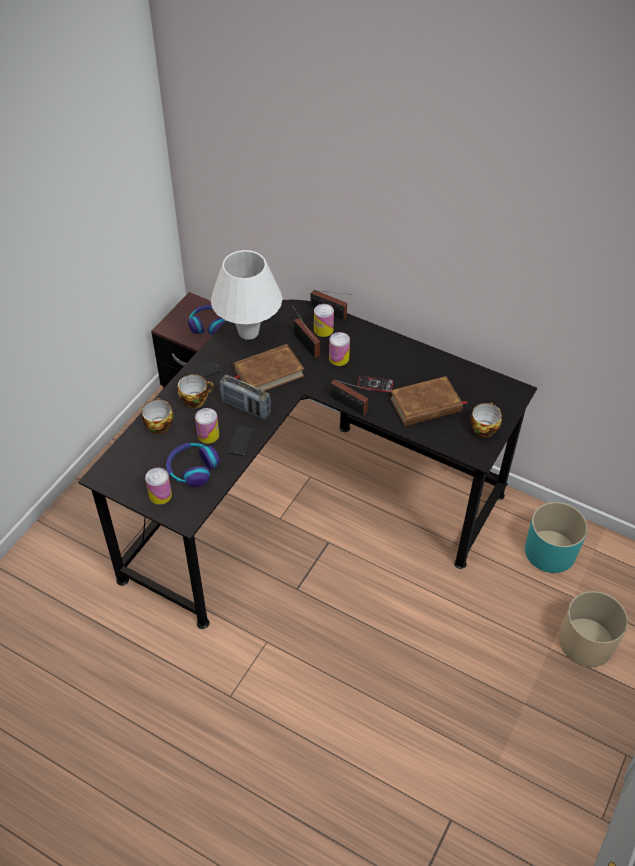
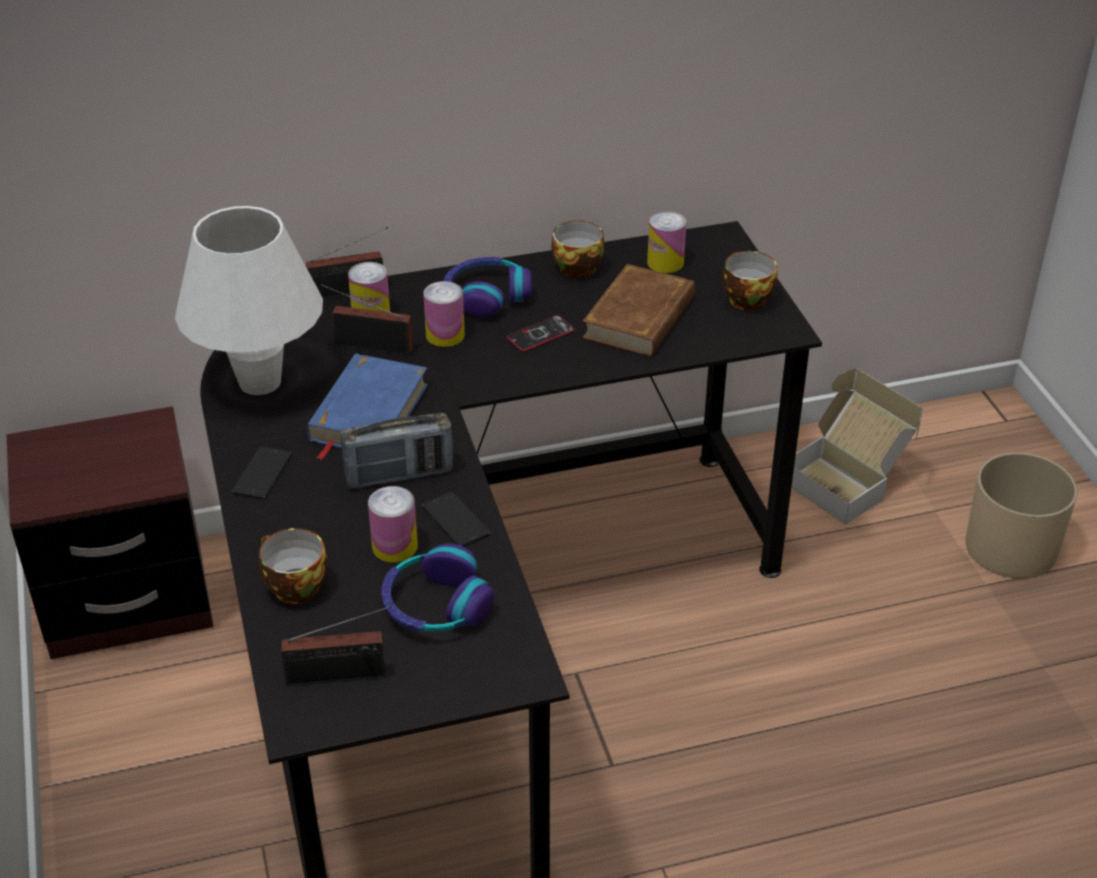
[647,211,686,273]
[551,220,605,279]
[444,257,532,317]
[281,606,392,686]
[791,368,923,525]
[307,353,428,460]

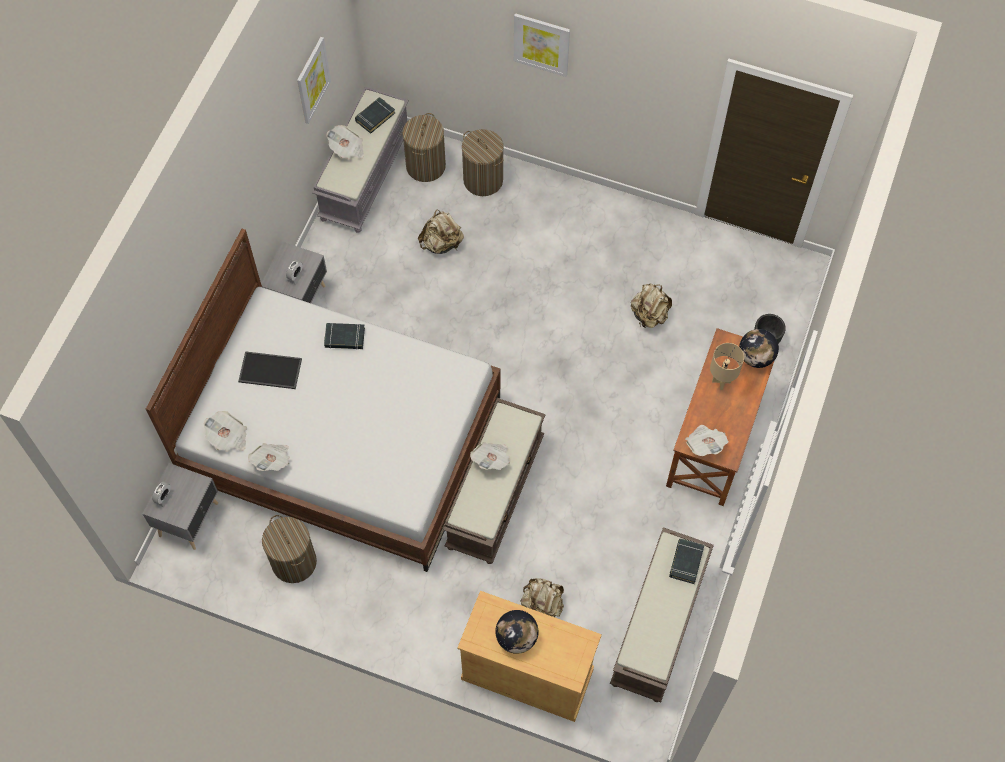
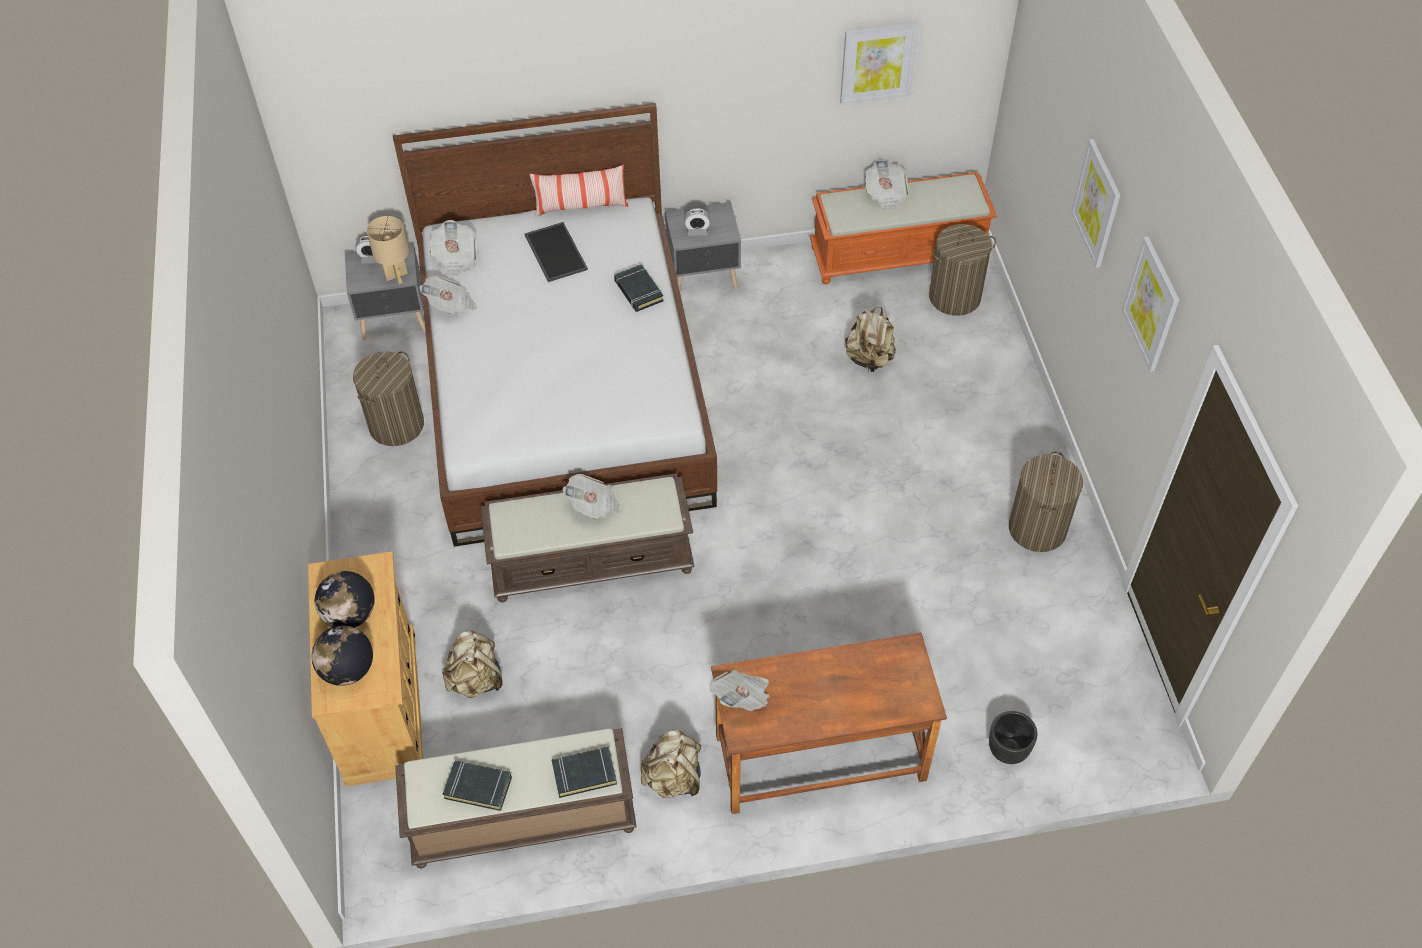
[530,164,628,217]
[1121,237,1179,372]
[443,761,512,811]
[1009,451,1083,552]
[641,729,701,798]
[367,216,409,284]
[311,625,373,686]
[809,172,997,284]

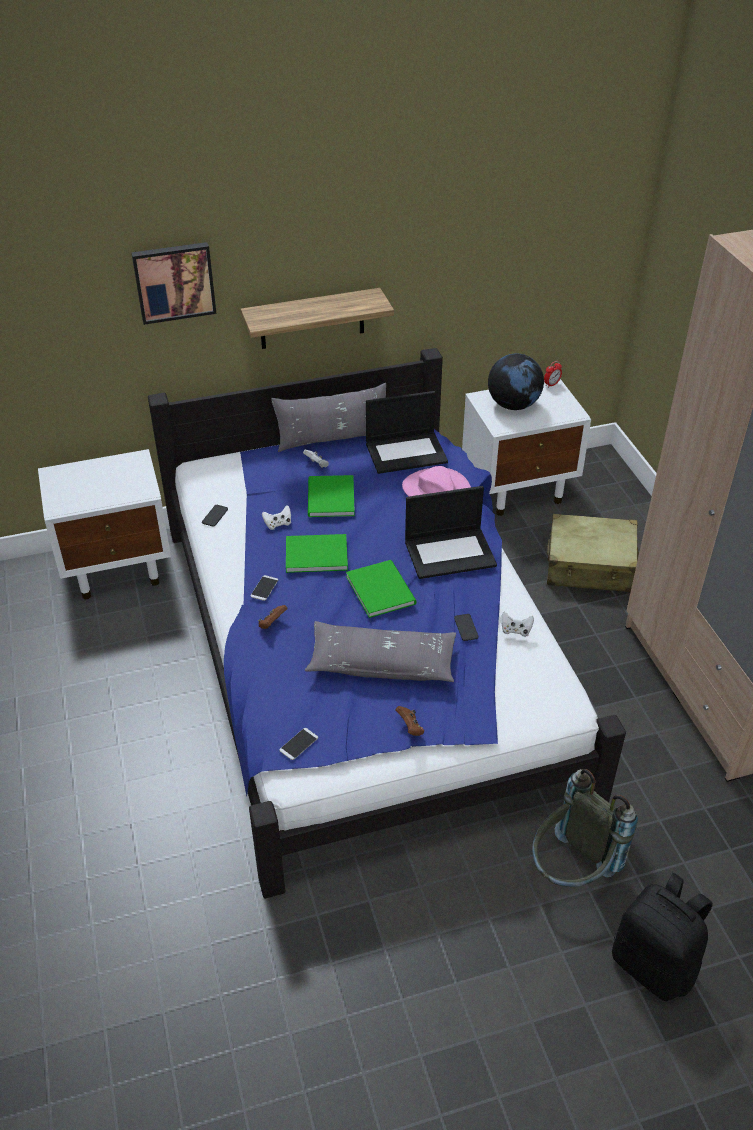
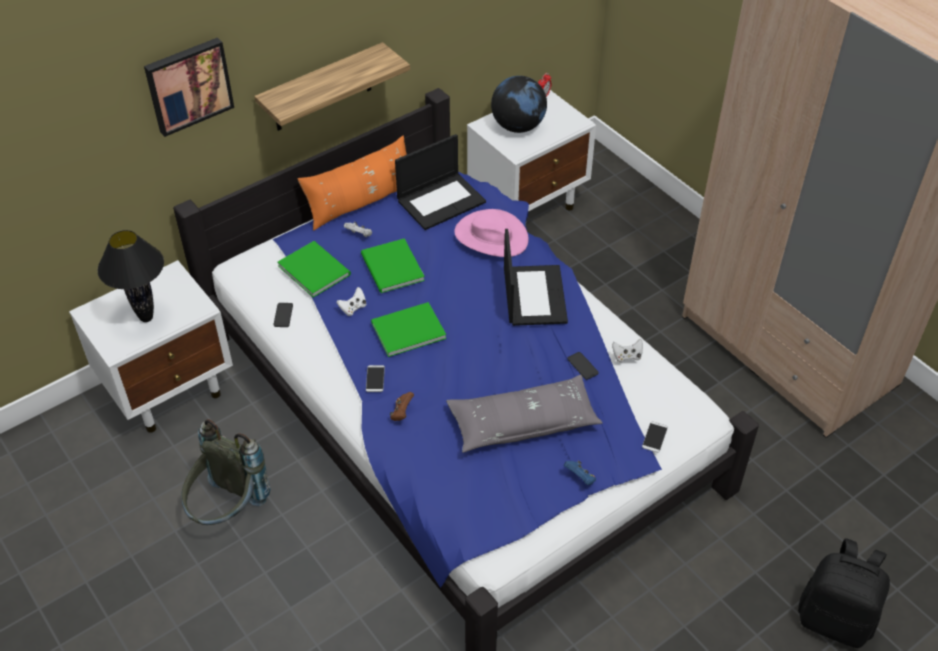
[547,514,639,592] (first image)
[98,230,164,322]
[642,421,668,453]
[278,241,351,297]
[181,419,271,525]
[298,136,407,231]
[564,461,596,485]
[504,229,568,326]

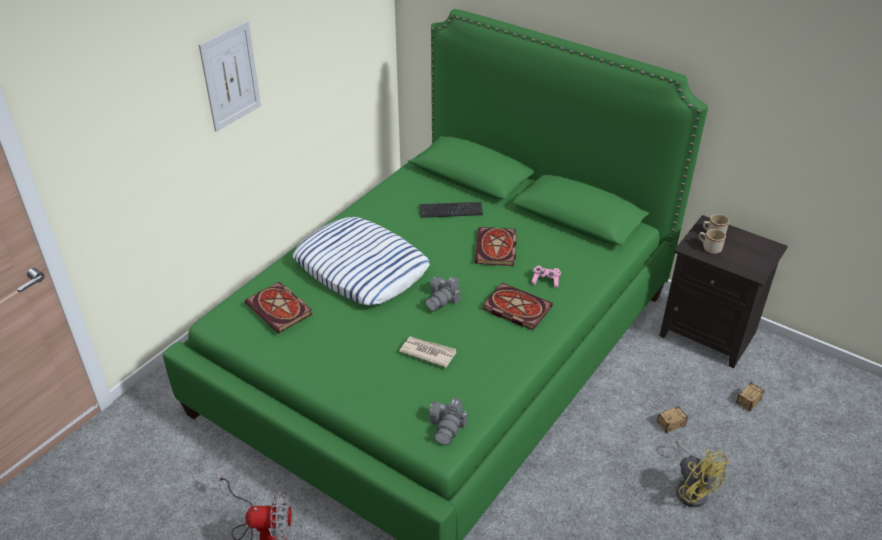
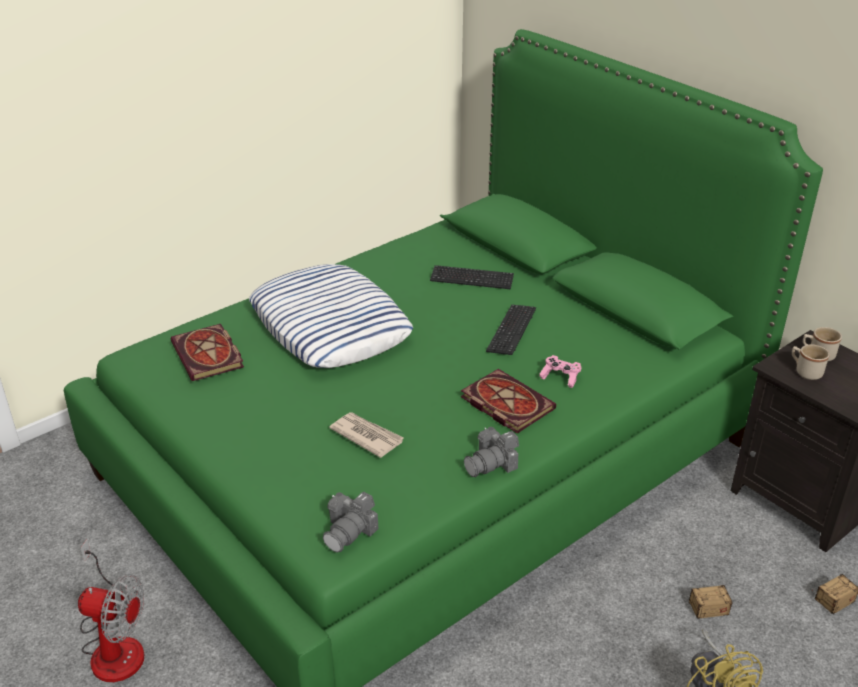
[199,21,261,132] (first image)
[464,427,519,477]
[486,305,536,355]

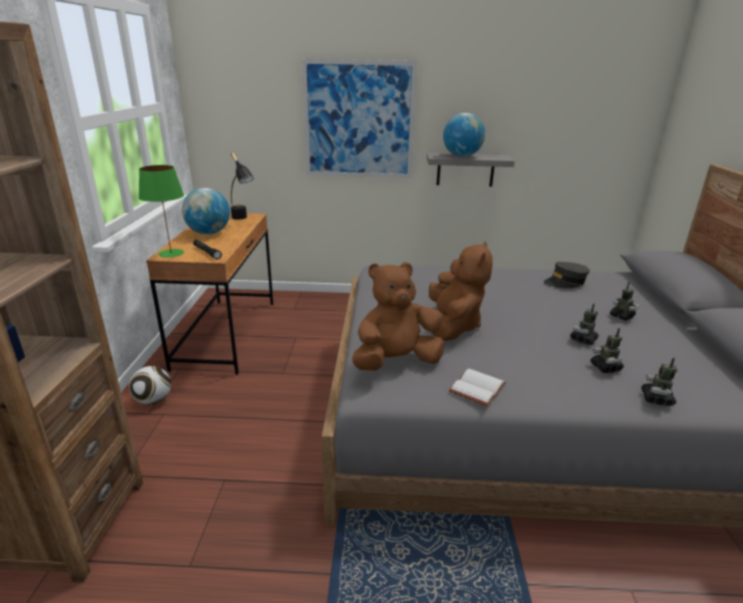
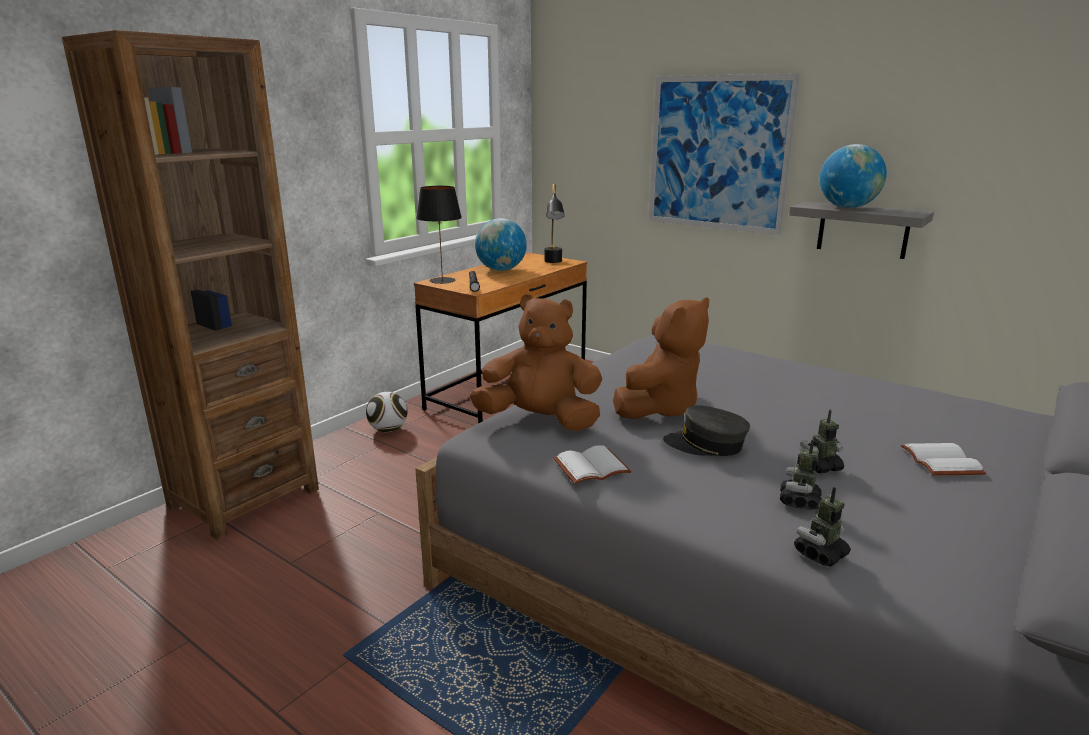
[663,405,750,456]
[901,443,987,475]
[416,186,462,284]

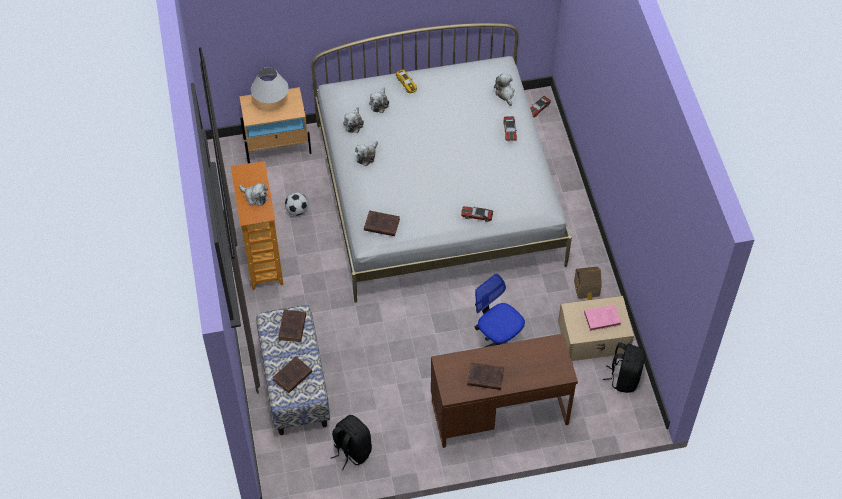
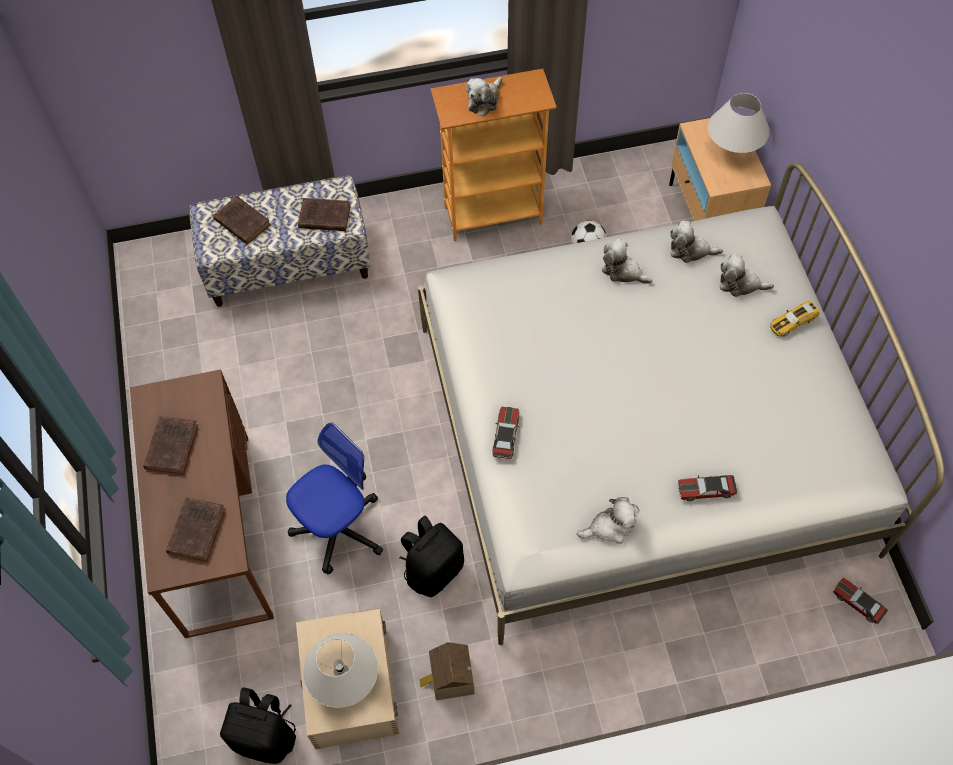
[400,516,464,597]
[166,497,226,562]
[577,497,640,544]
[303,633,378,708]

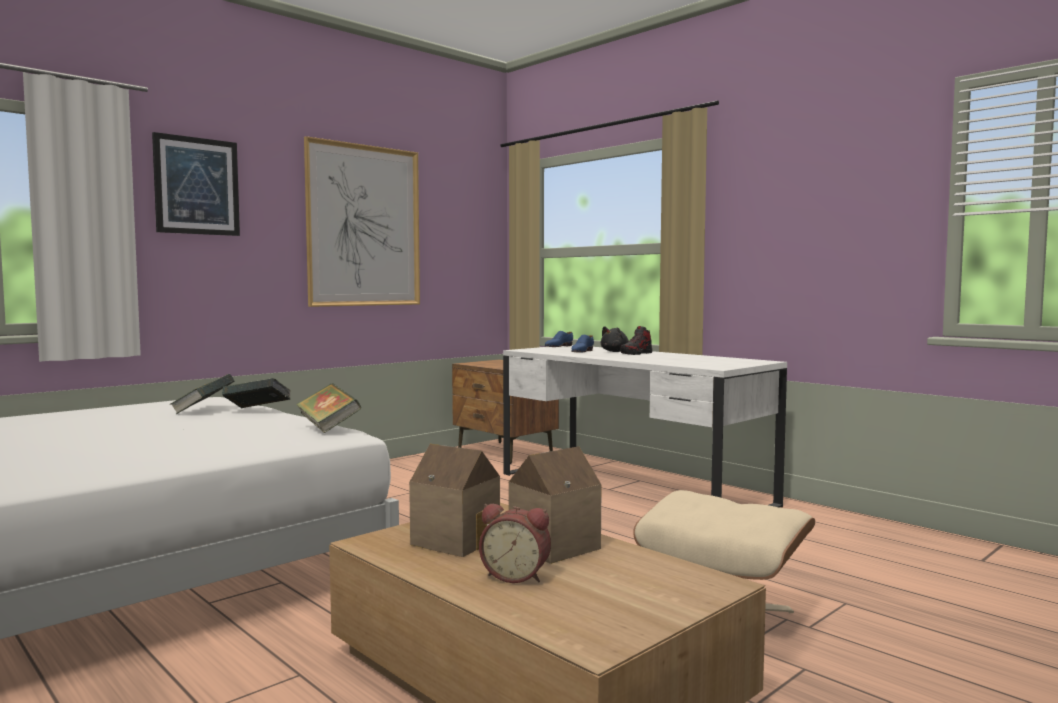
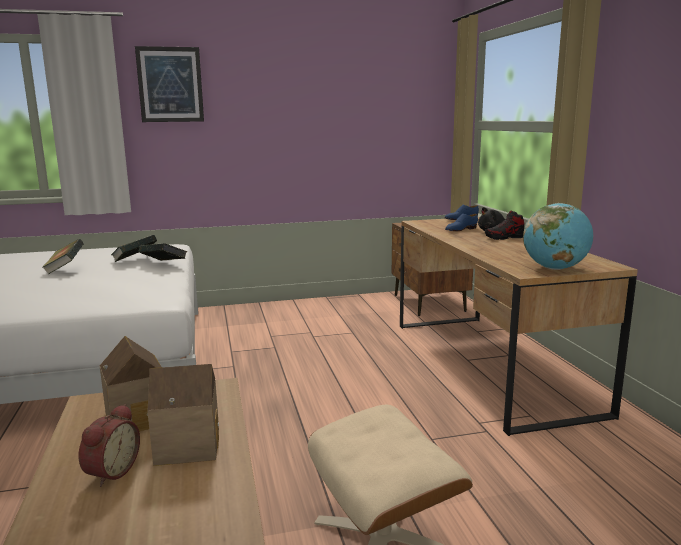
[304,136,420,307] (first image)
[523,203,593,270]
[42,239,84,275]
[400,217,638,436]
[79,404,140,487]

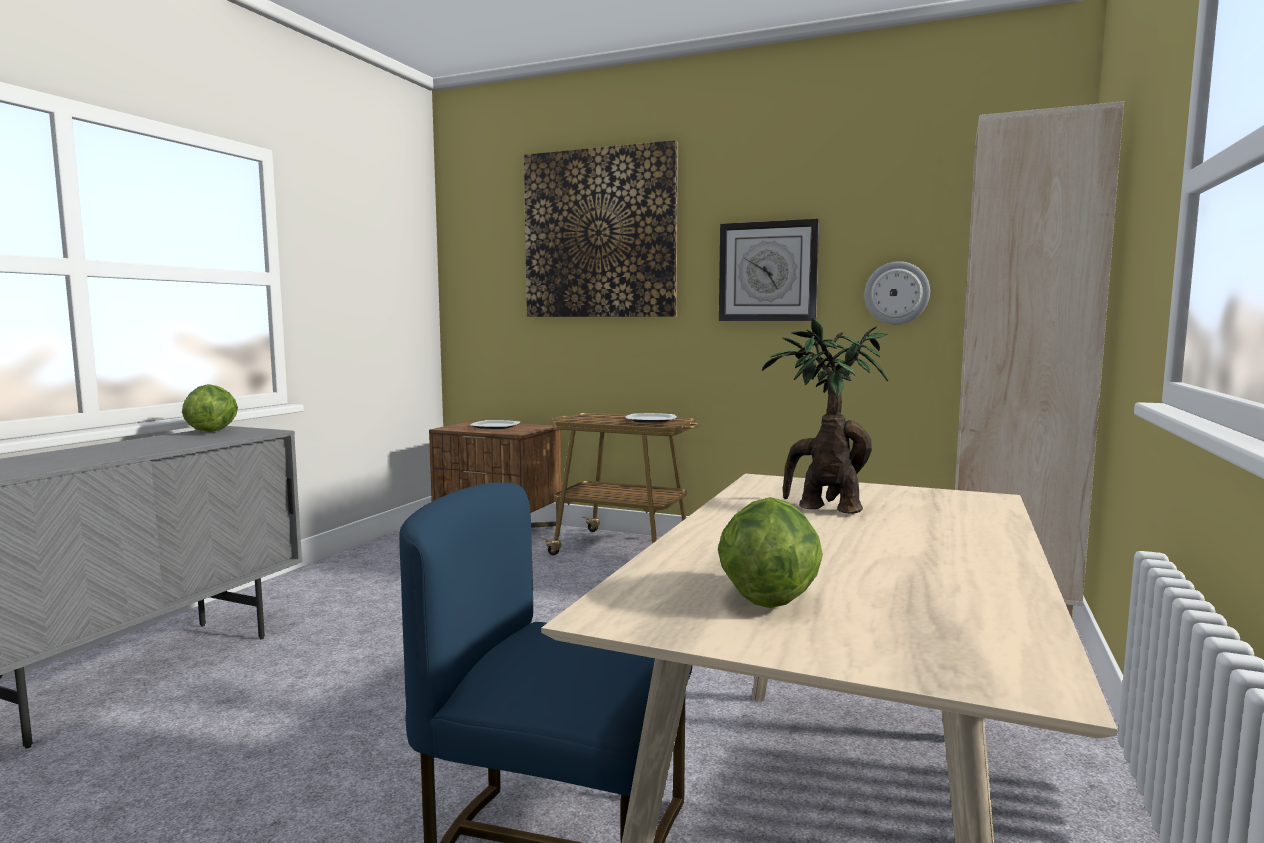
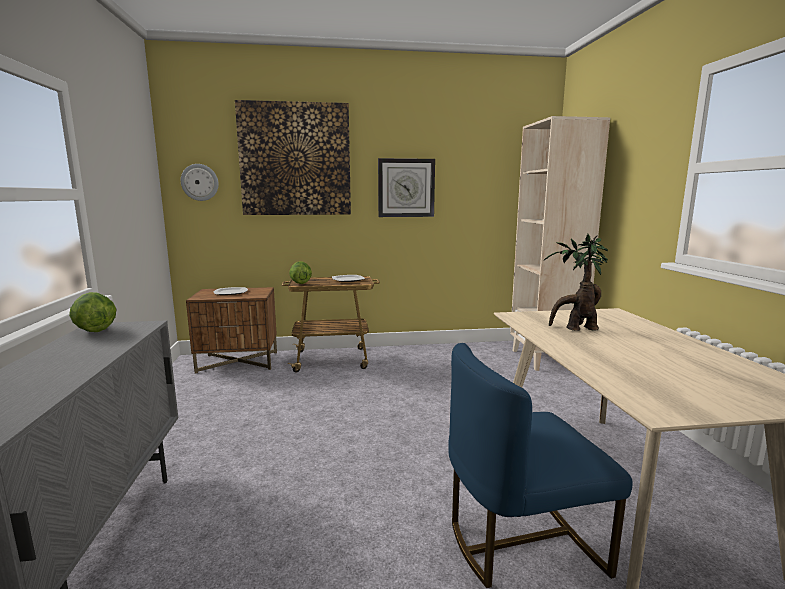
[289,261,312,284]
[181,164,219,201]

